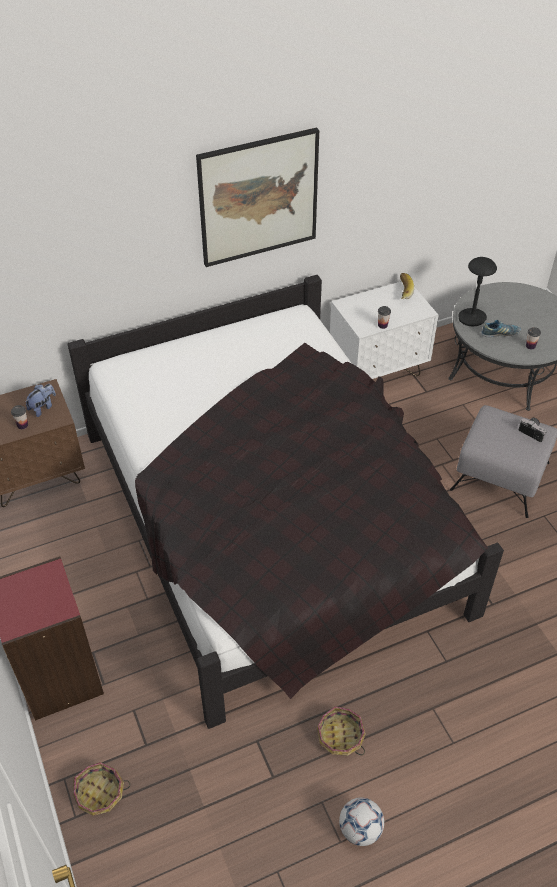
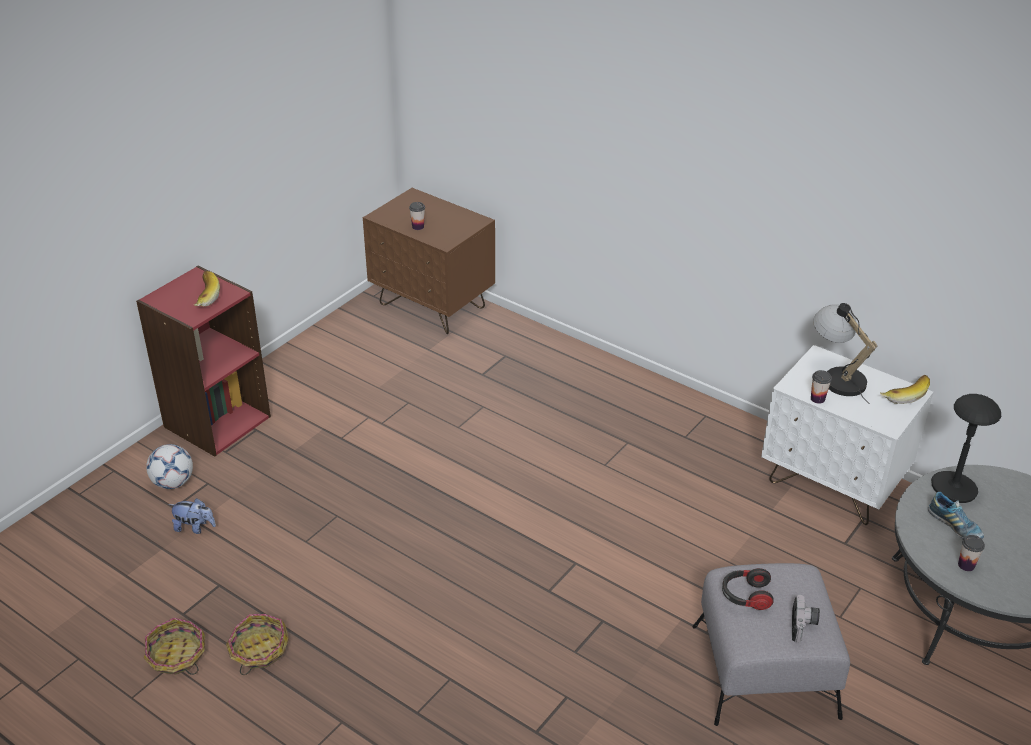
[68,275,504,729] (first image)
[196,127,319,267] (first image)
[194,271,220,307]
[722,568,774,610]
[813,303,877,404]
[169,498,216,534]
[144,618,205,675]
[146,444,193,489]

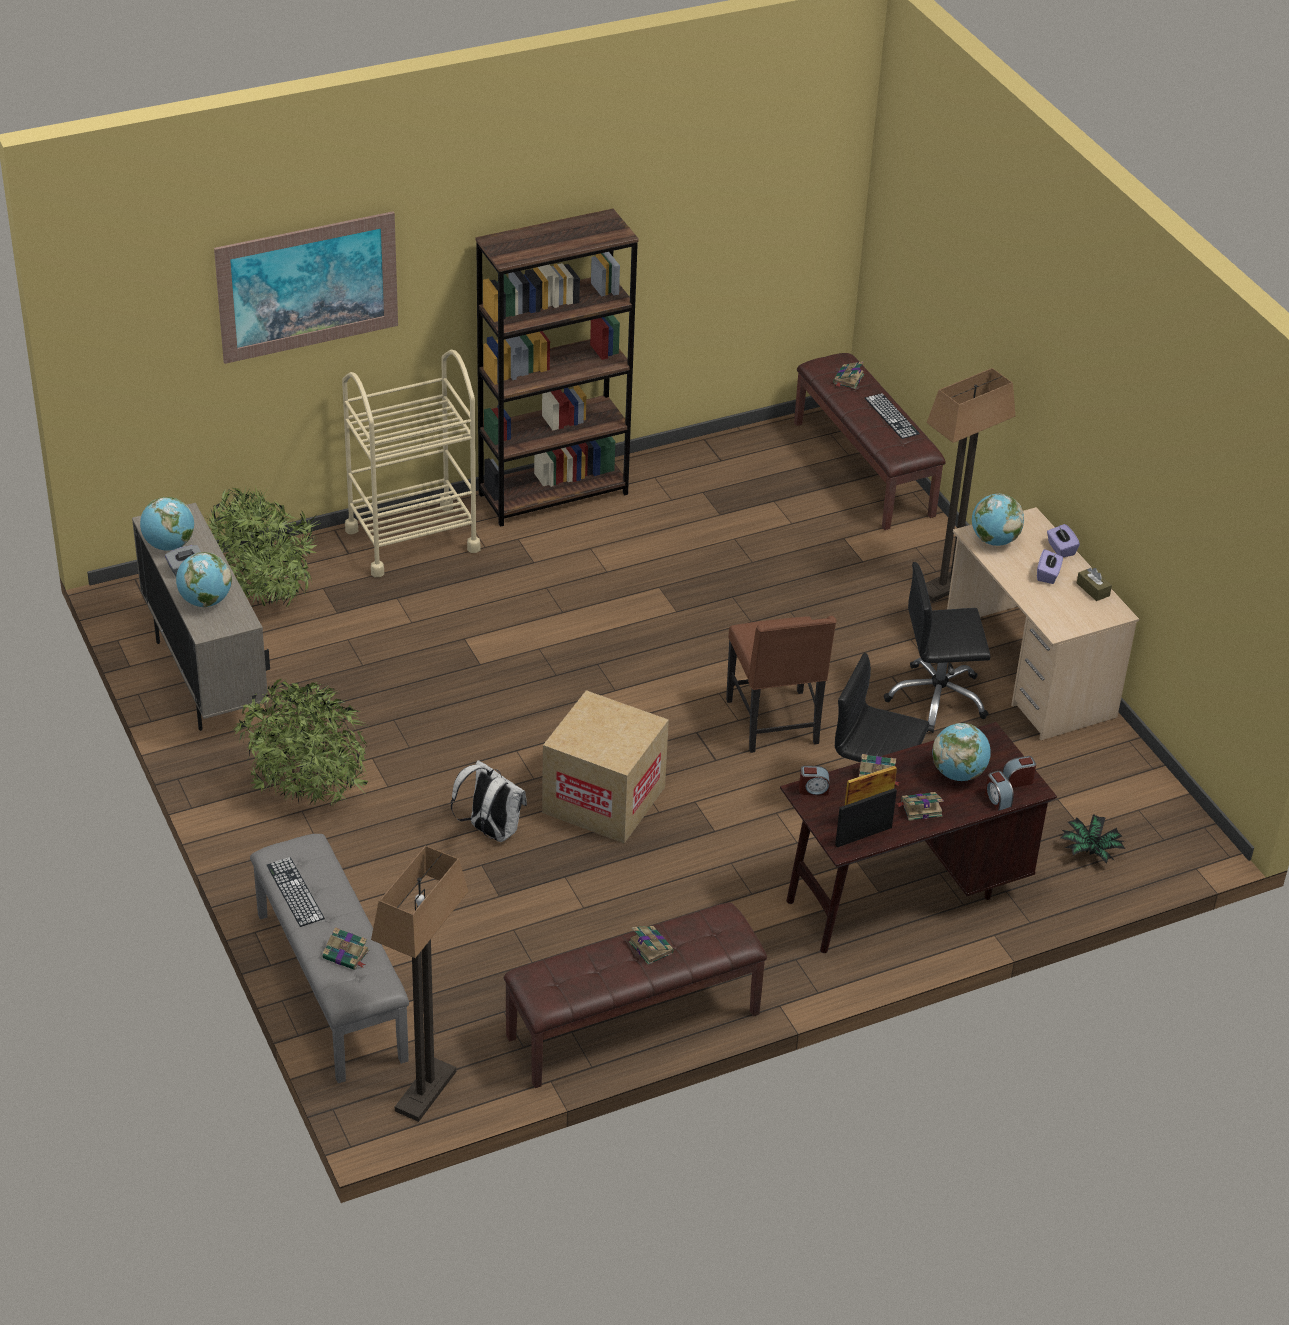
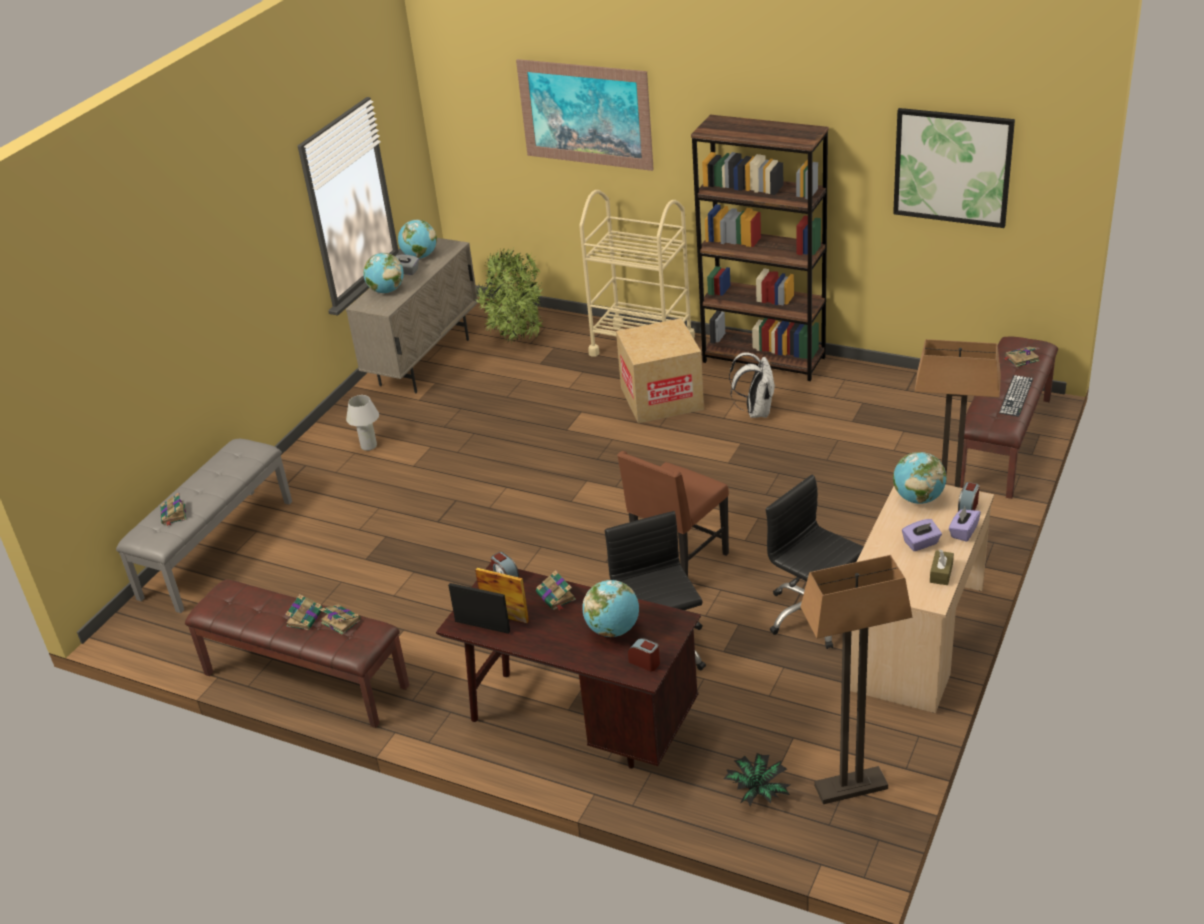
[267,857,325,927] (first image)
[893,108,1015,228]
[800,555,913,804]
[729,353,775,418]
[616,318,704,423]
[320,605,361,635]
[958,482,979,511]
[346,395,379,451]

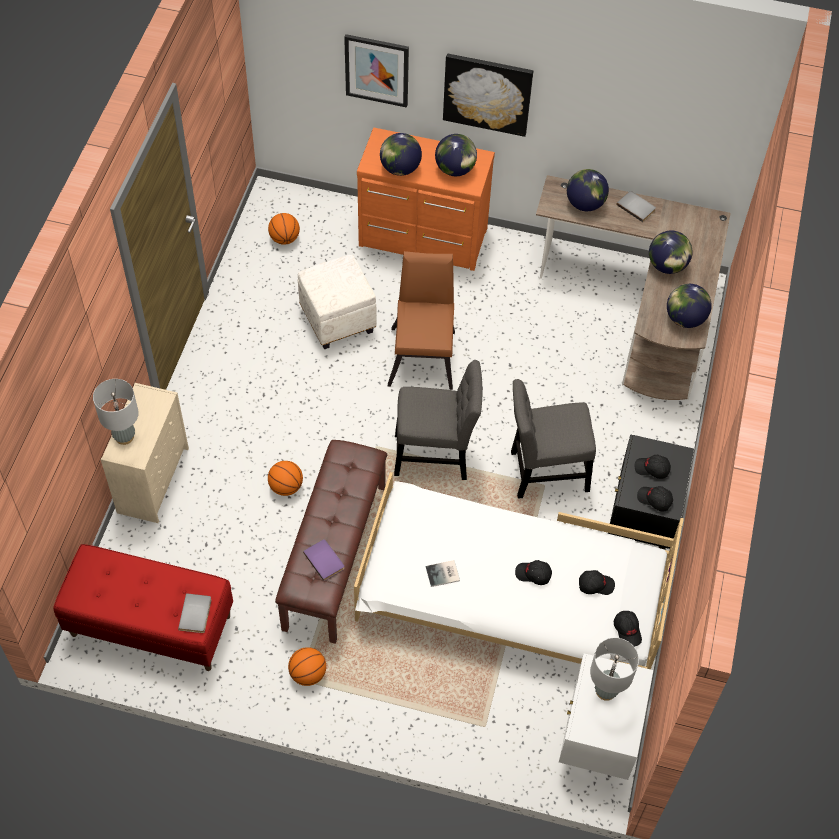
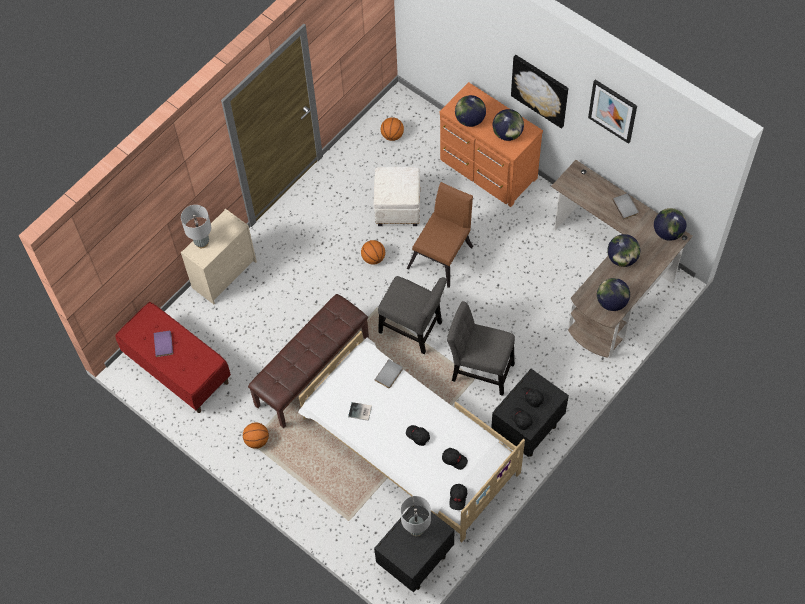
[375,359,403,388]
[361,240,385,265]
[154,331,173,357]
[588,80,637,144]
[654,208,687,241]
[374,505,454,592]

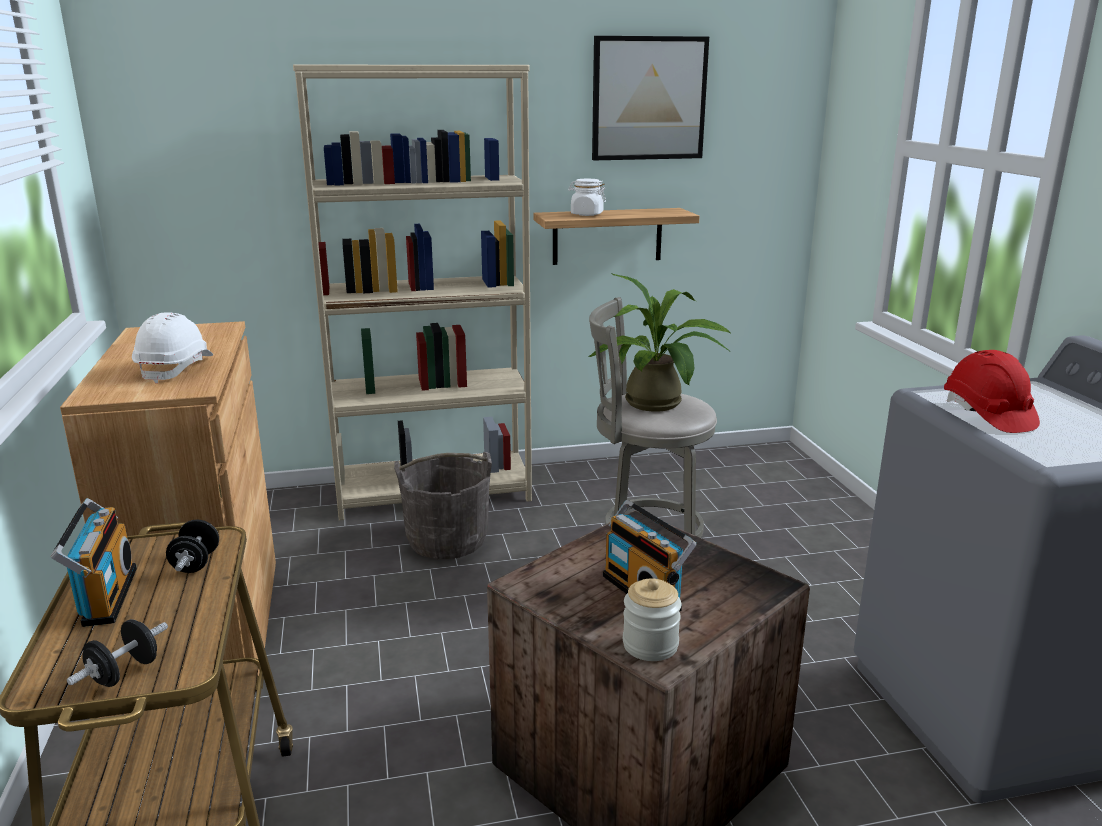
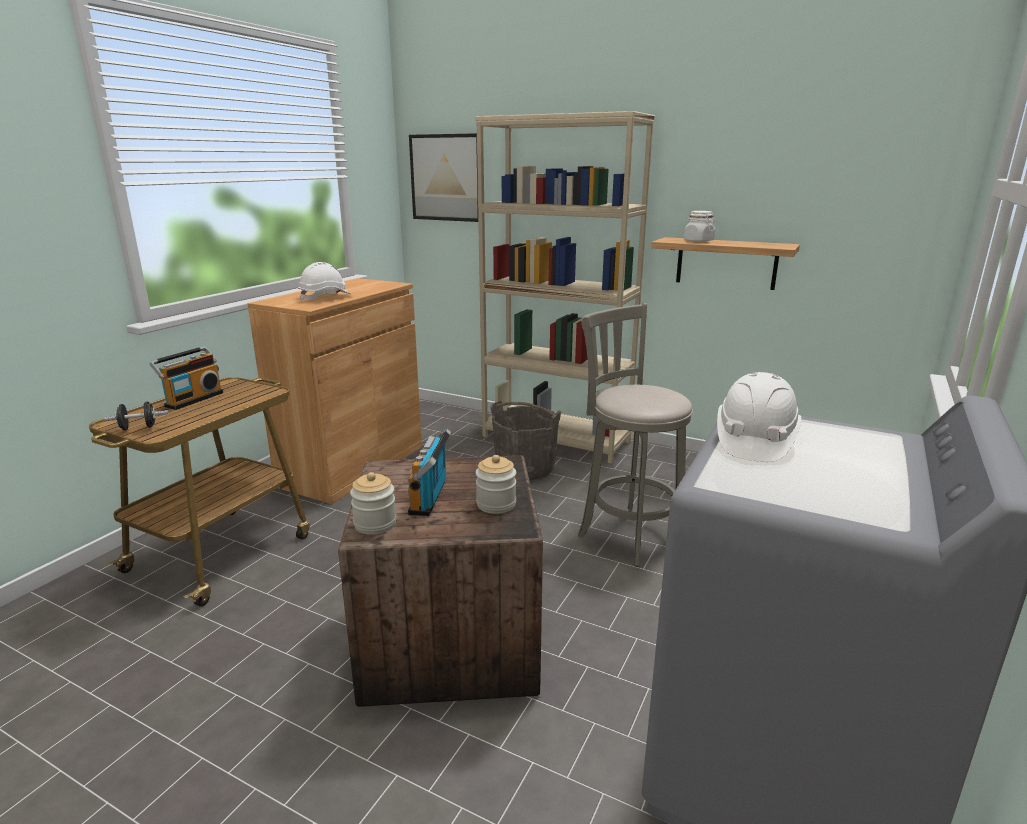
[166,520,219,573] (first image)
[588,274,730,412] (first image)
[476,455,516,514]
[409,133,478,222]
[717,372,801,462]

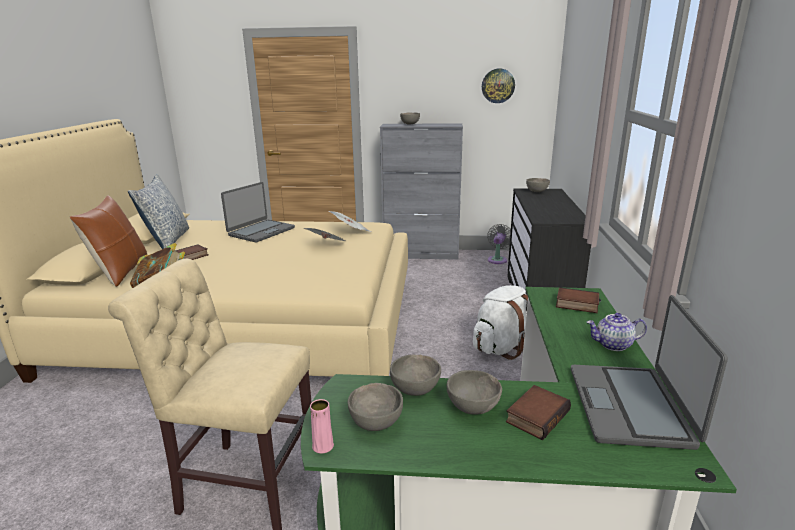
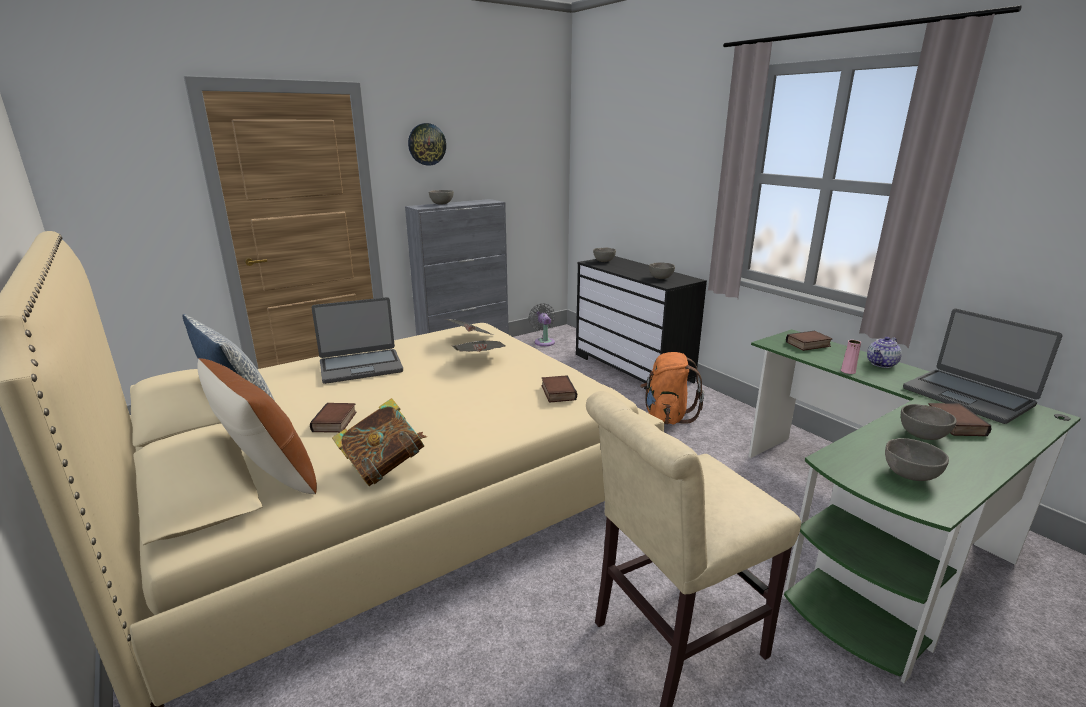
[542,375,577,403]
[841,340,861,374]
[649,262,675,279]
[408,123,446,166]
[640,352,704,424]
[312,297,403,384]

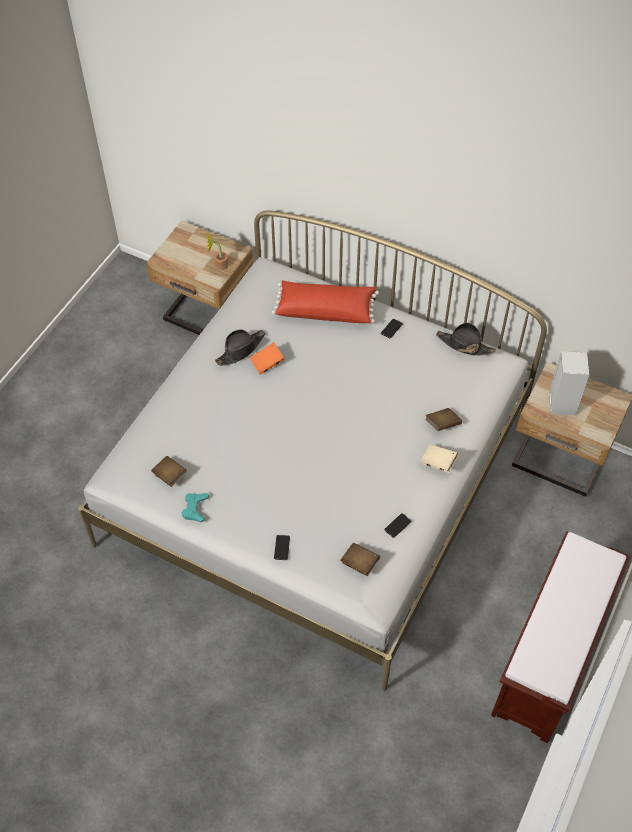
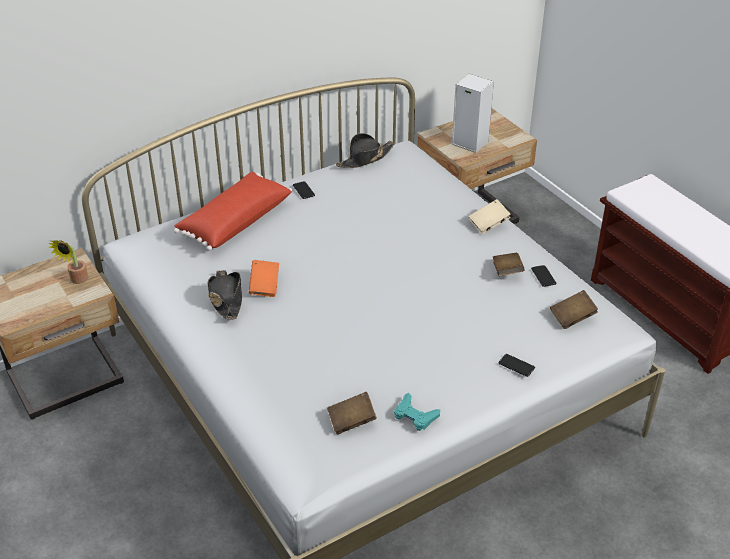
[493,253,524,276]

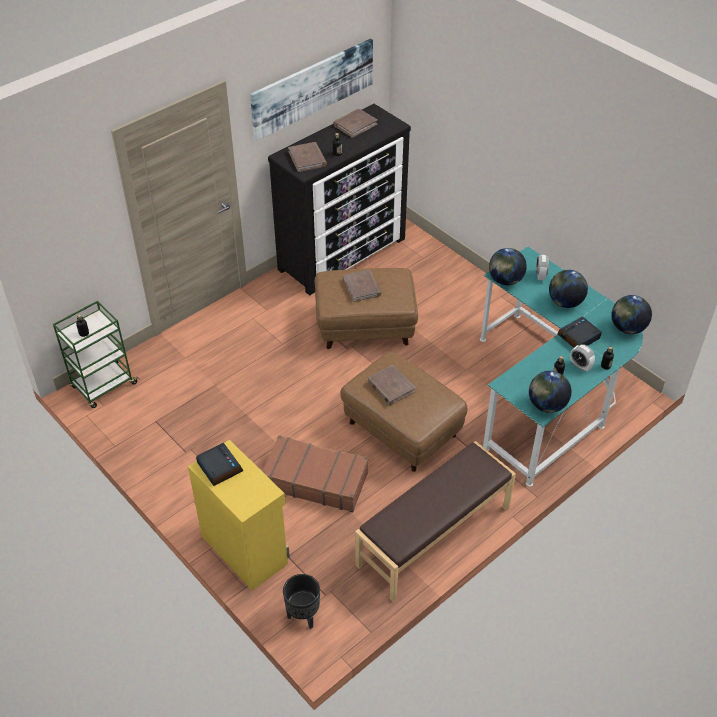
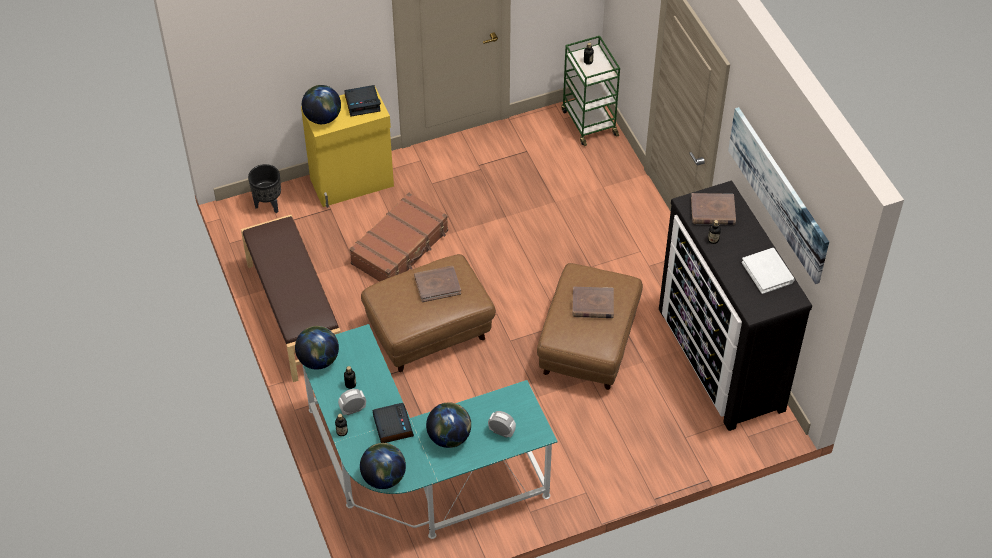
[302,85,341,124]
[742,248,795,294]

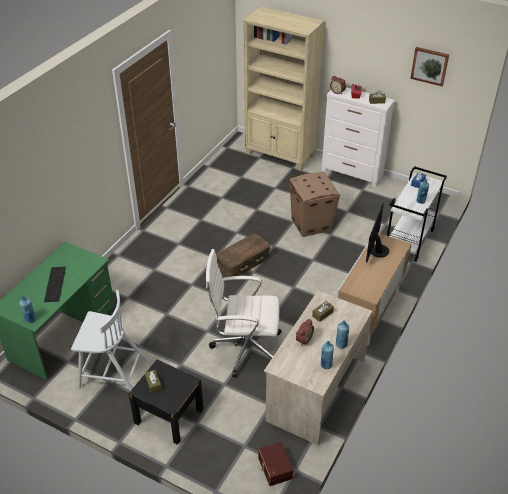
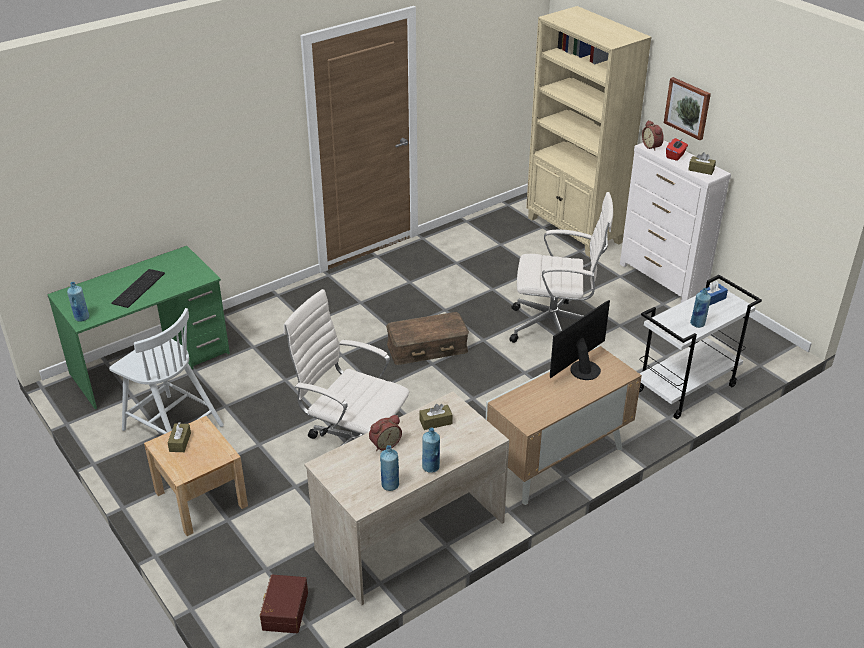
[664,77,711,140]
[509,192,613,343]
[144,416,248,536]

